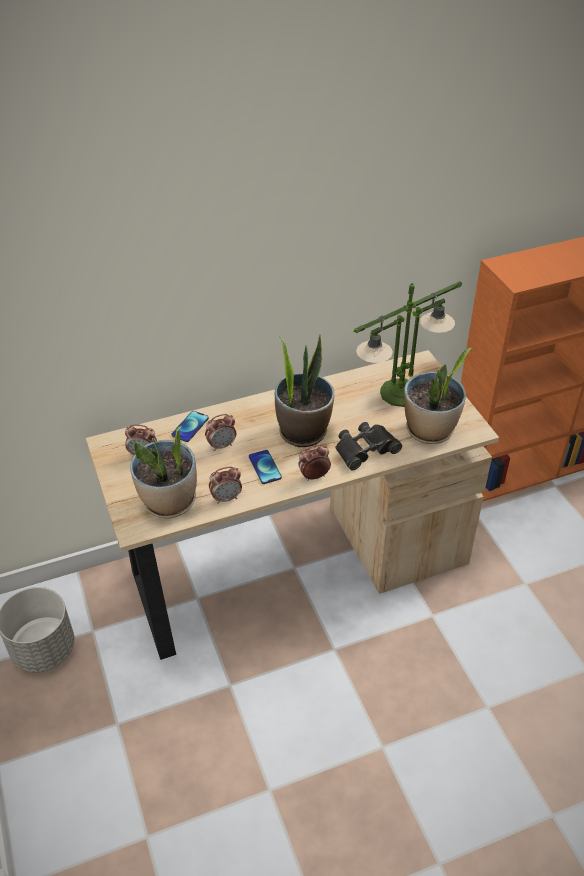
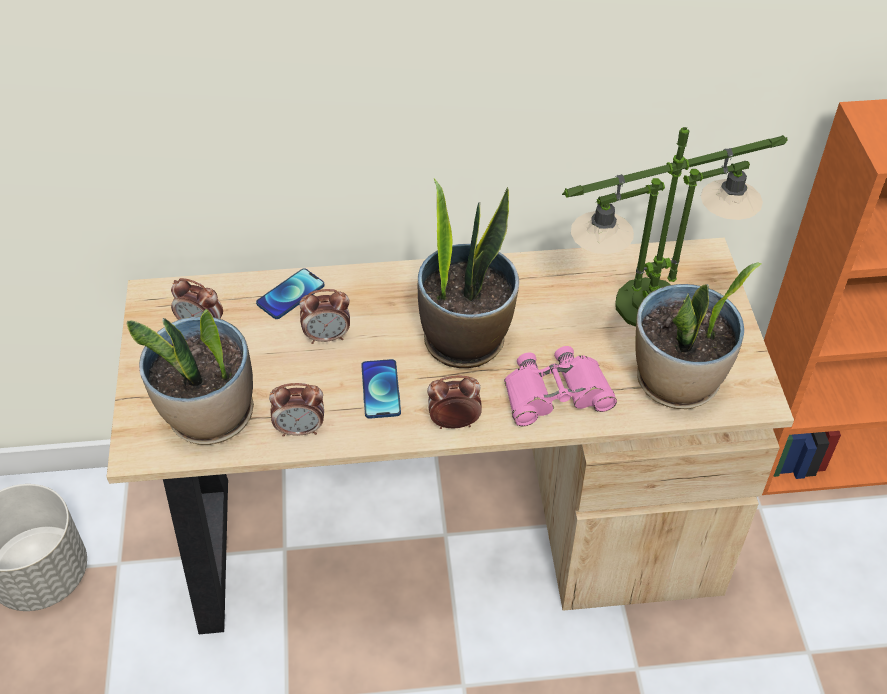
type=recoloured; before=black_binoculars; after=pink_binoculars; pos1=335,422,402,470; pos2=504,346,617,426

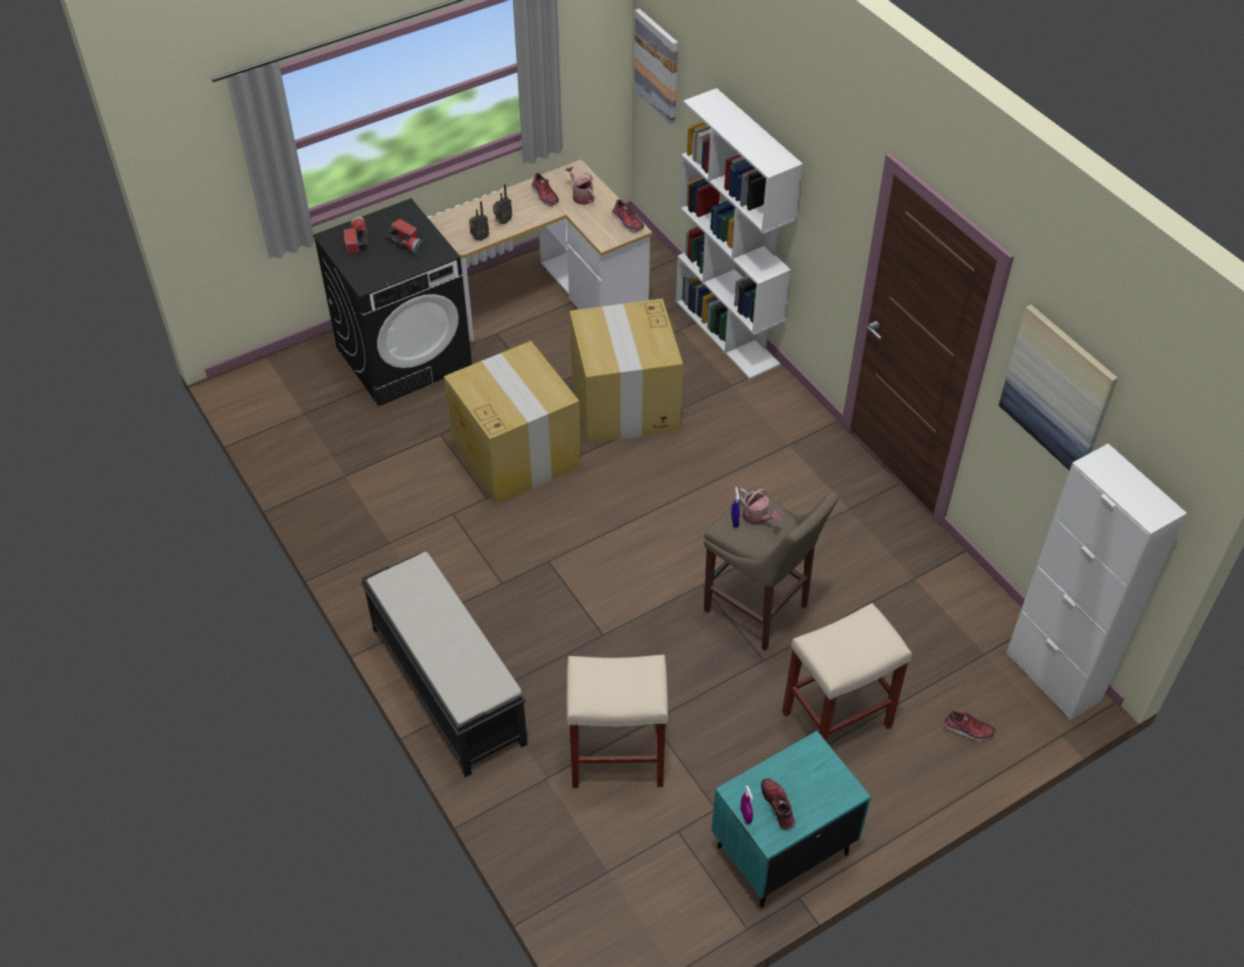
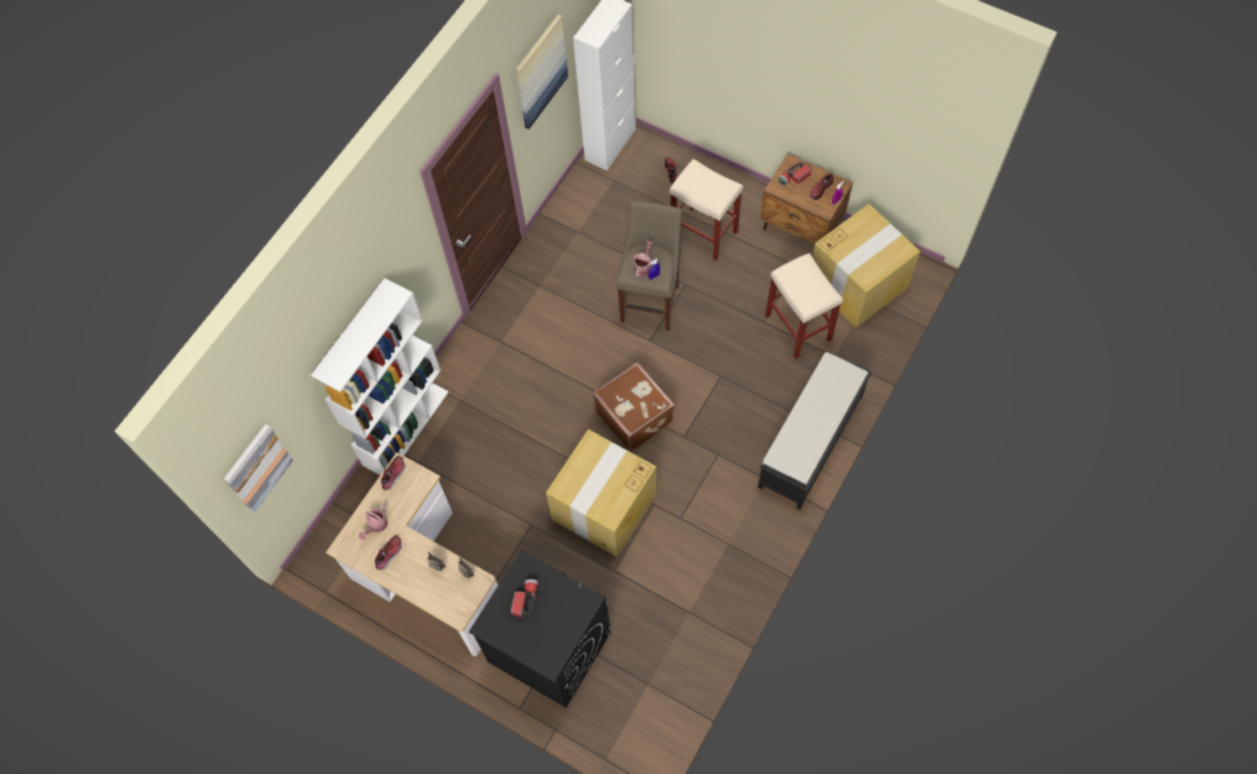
type=moved; before=flashlight; pos1=343,216,368,254; pos2=778,162,811,186
type=moved; before=cardboard_box; pos1=570,299,683,444; pos2=813,204,920,328
type=recoloured; before=turquoise_nightstand; after=brown_nightstand; pos1=711,731,871,908; pos2=760,154,853,244
type=added; after=brown_suitcase; pos2=593,362,675,452

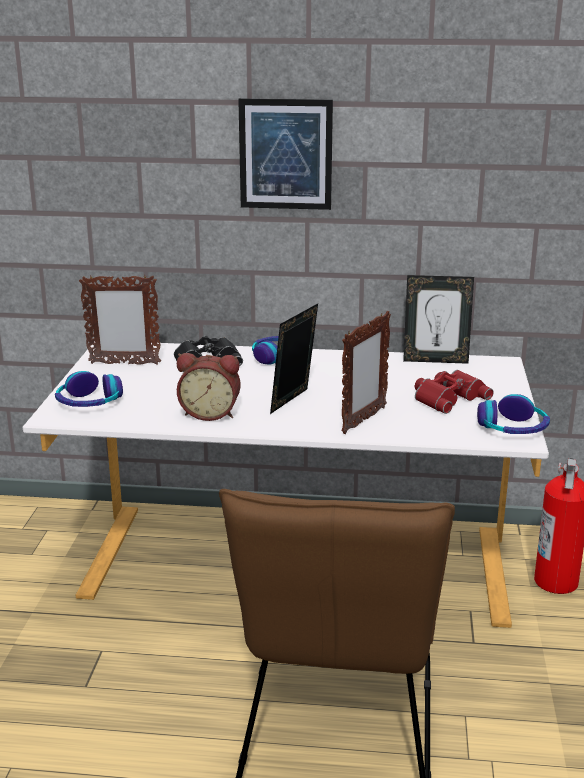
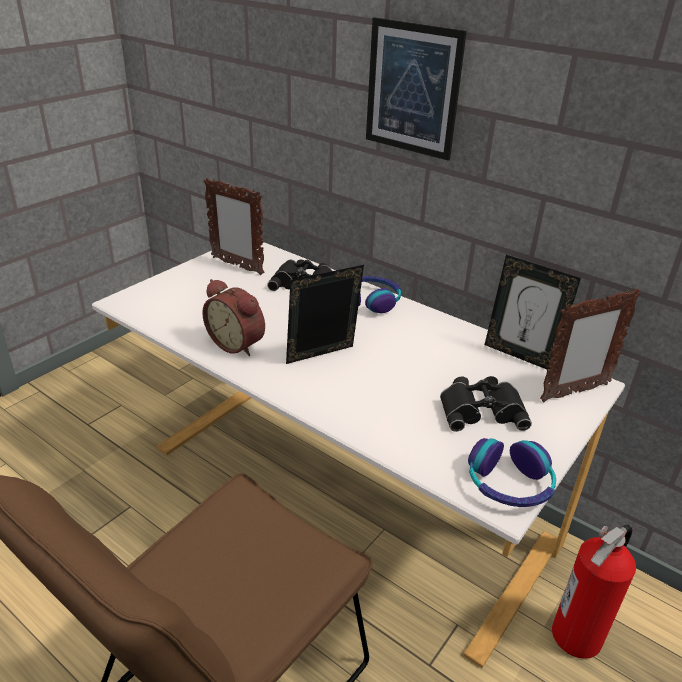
type=moved; before=picture_frame; pos1=342,311,391,434; pos2=540,288,641,402
type=recoloured; before=red_binoculars; after=black_binoculars; pos1=415,370,494,414; pos2=440,376,532,432
type=removed; before=headphones; pos1=55,371,123,407

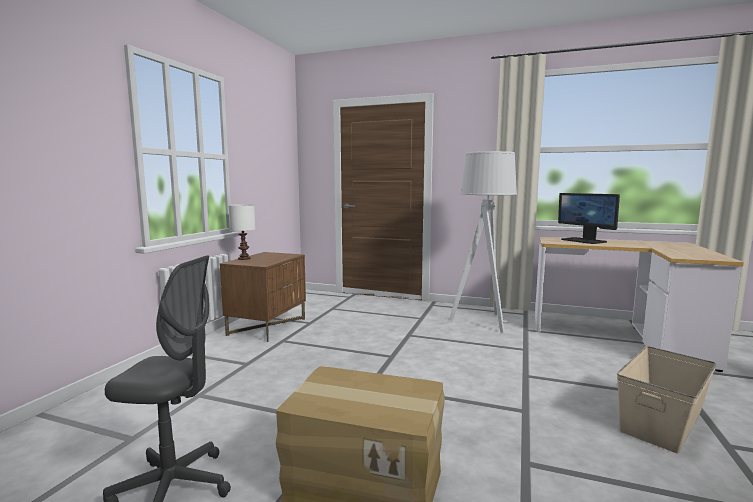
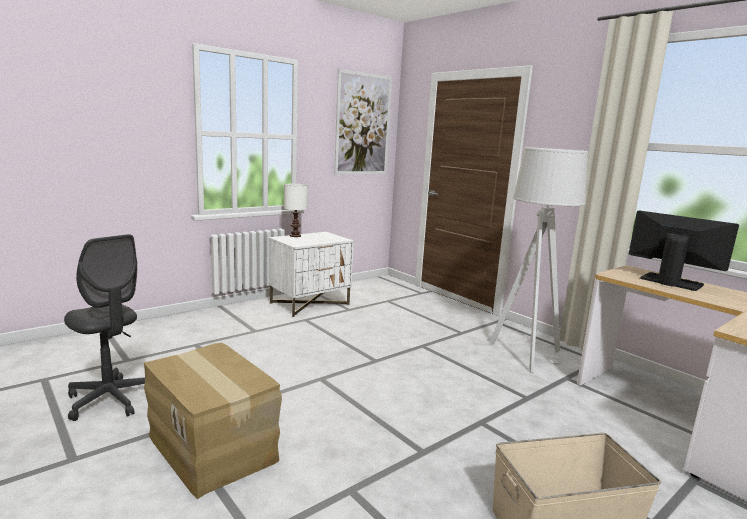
type=turned; before=monitor; pos1=558,193,620,244; pos2=629,211,739,291; turn=135
type=recoloured; before=brown_nightstand; after=white_nightstand; pos1=220,252,306,342; pos2=268,232,354,317
type=added; after=picture; pos2=334,69,392,174

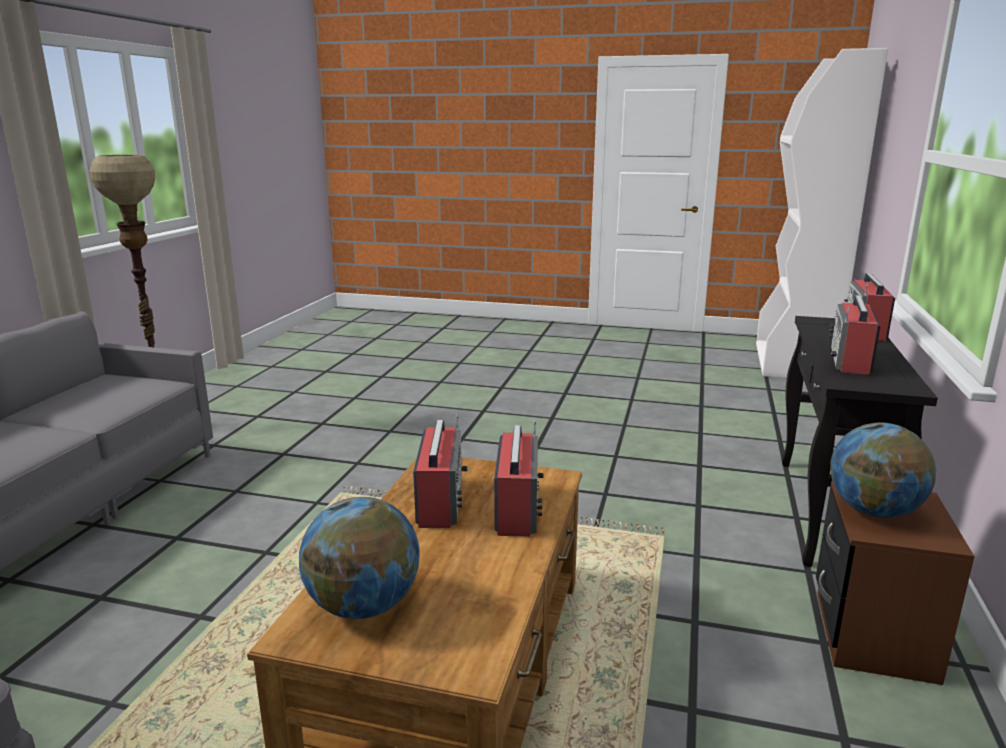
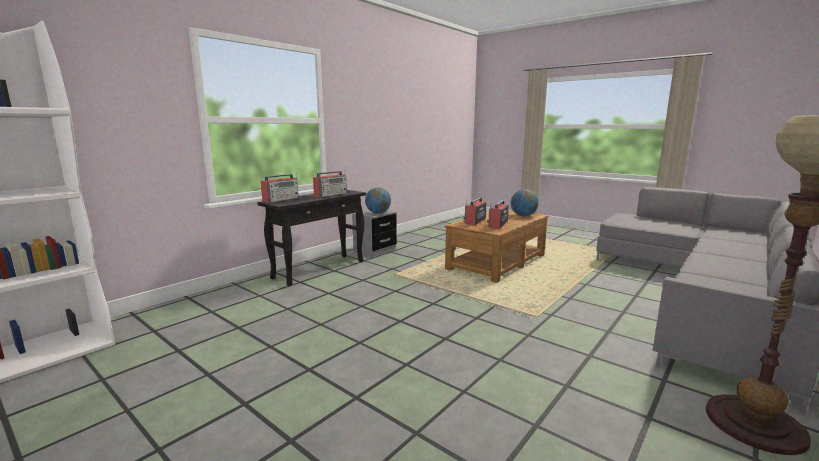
type=recoloured; before=brown_nightstand; after=grey_nightstand; pos1=816,481,975,685; pos2=352,210,397,257

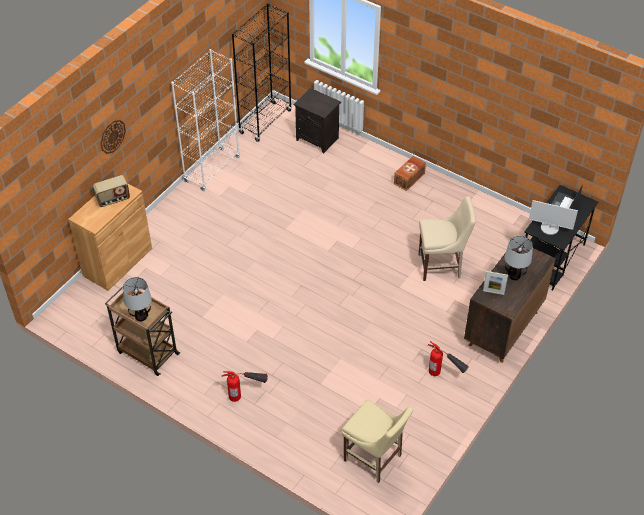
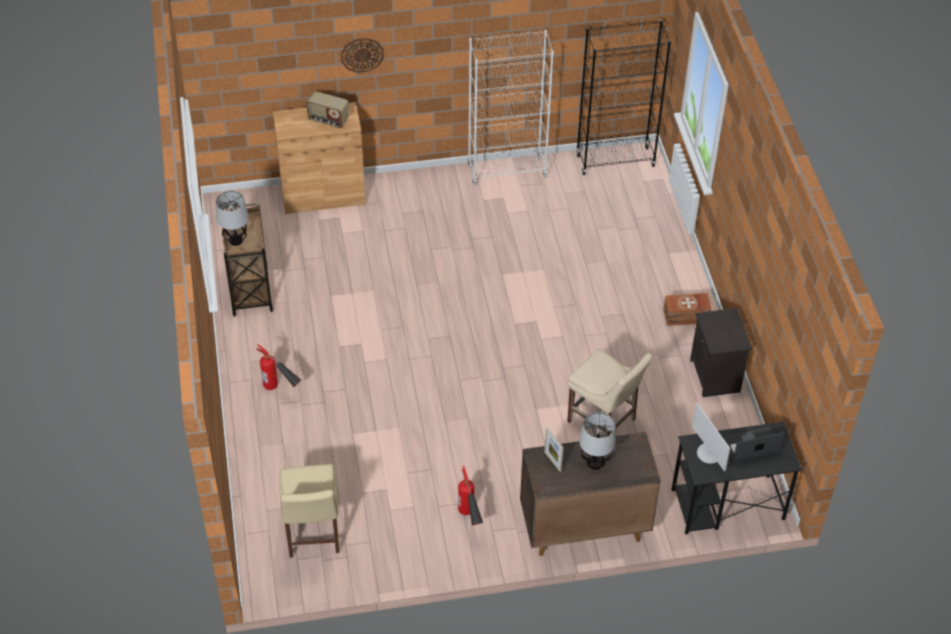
type=moved; before=black_nightstand; pos1=293,88,341,153; pos2=690,308,752,397

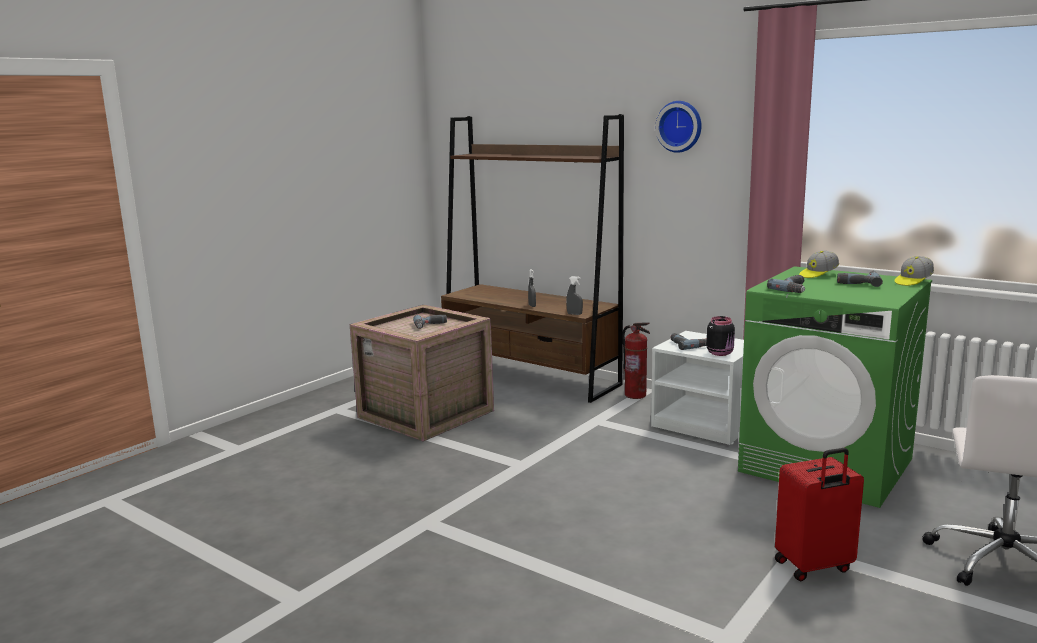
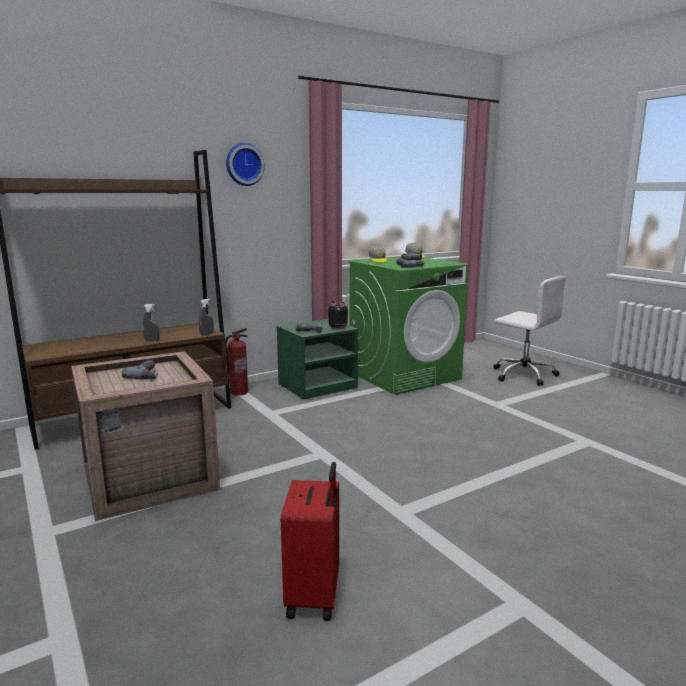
type=recoloured; before=white_nightstand; after=green_nightstand; pos1=651,331,744,445; pos2=277,319,358,399
type=moved; before=red_suitcase; pos1=775,448,864,581; pos2=281,462,339,621

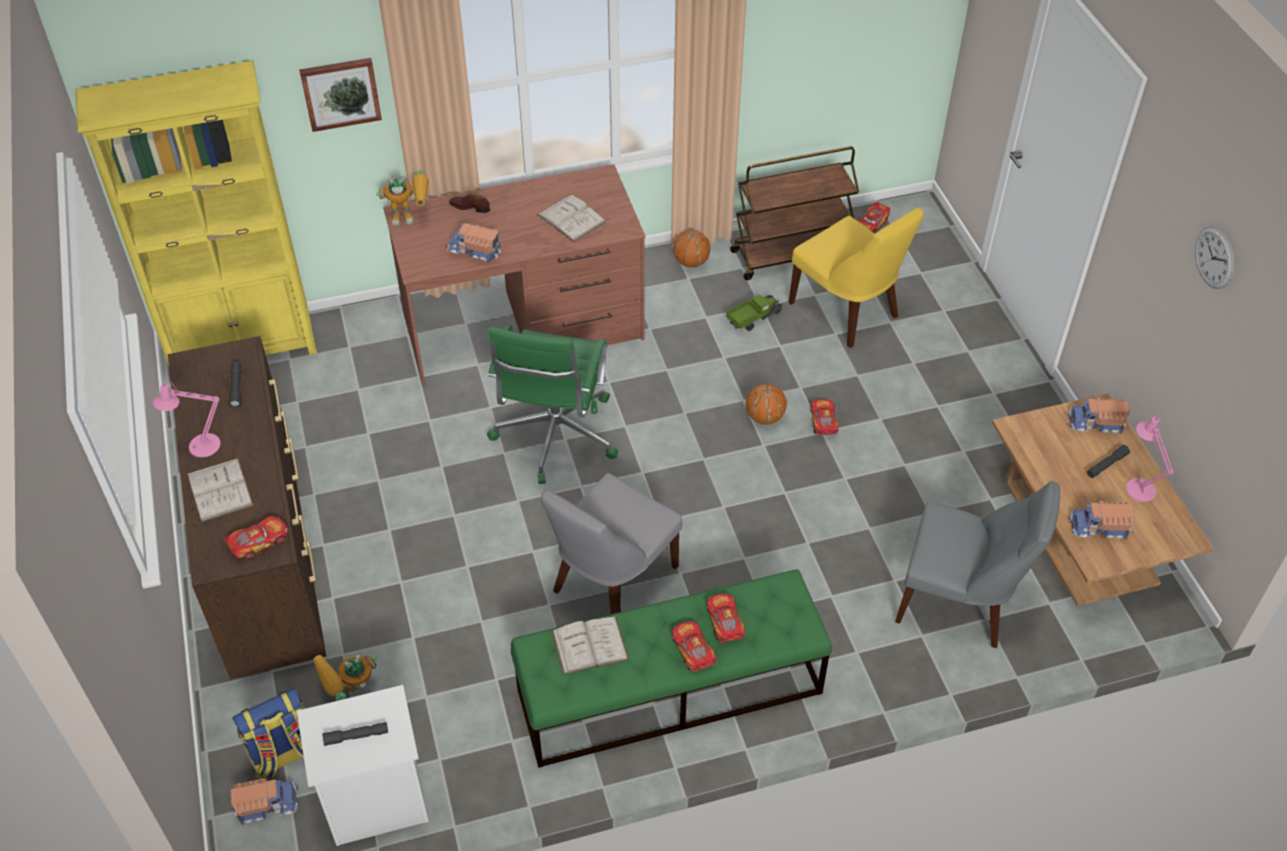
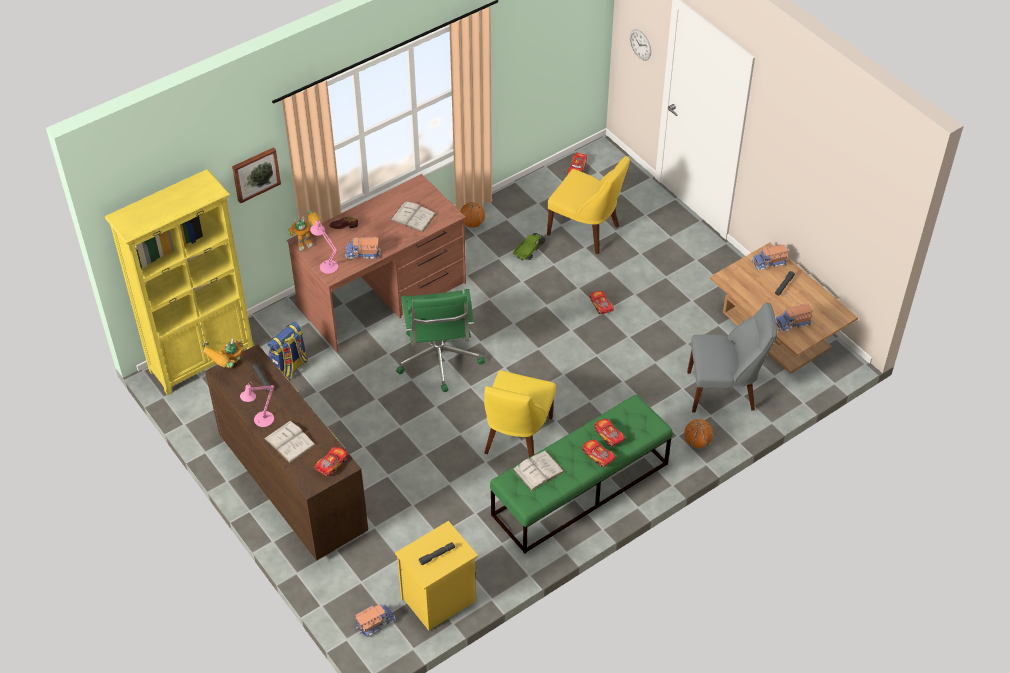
type=removed; before=brown_cart; pos1=730,146,859,280
type=moved; before=wall_clock; pos1=1195,226,1234,289; pos2=630,29,651,61
type=moved; before=basketball; pos1=746,384,787,425; pos2=684,419,713,448
type=moved; before=pink_table_lamp; pos1=1126,417,1173,502; pos2=310,220,338,274
type=recoloured; before=grey_chair; after=yellow_chair; pos1=541,473,682,614; pos2=484,371,556,457
type=moved; before=toy_robot; pos1=313,654,377,700; pos2=204,338,243,368
type=recoloured; before=white_nightstand; after=yellow_nightstand; pos1=297,685,429,846; pos2=395,521,478,631
type=moved; before=backpack; pos1=232,688,305,779; pos2=267,322,308,378

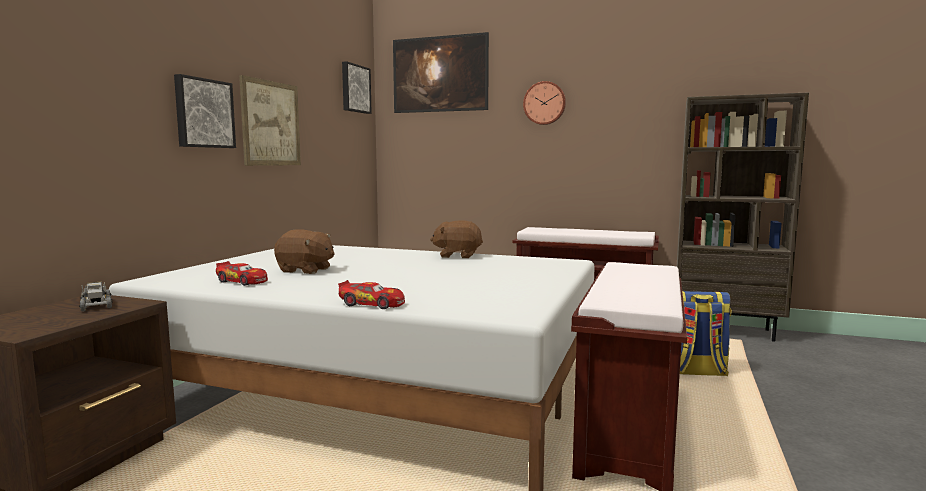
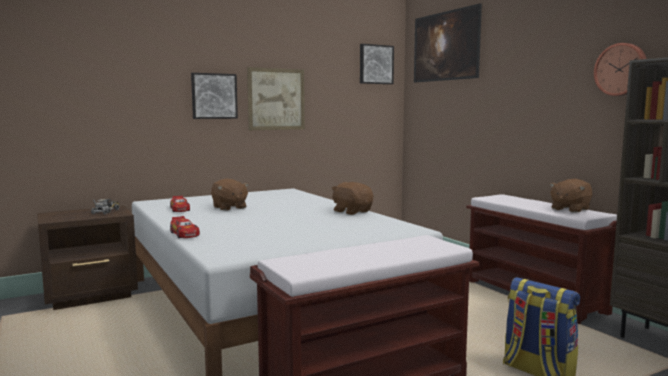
type=moved; before=wall_clock; pos1=523,81,566,125; pos2=594,43,647,96
type=added; after=brown_plush_toy; pos2=549,179,592,213

